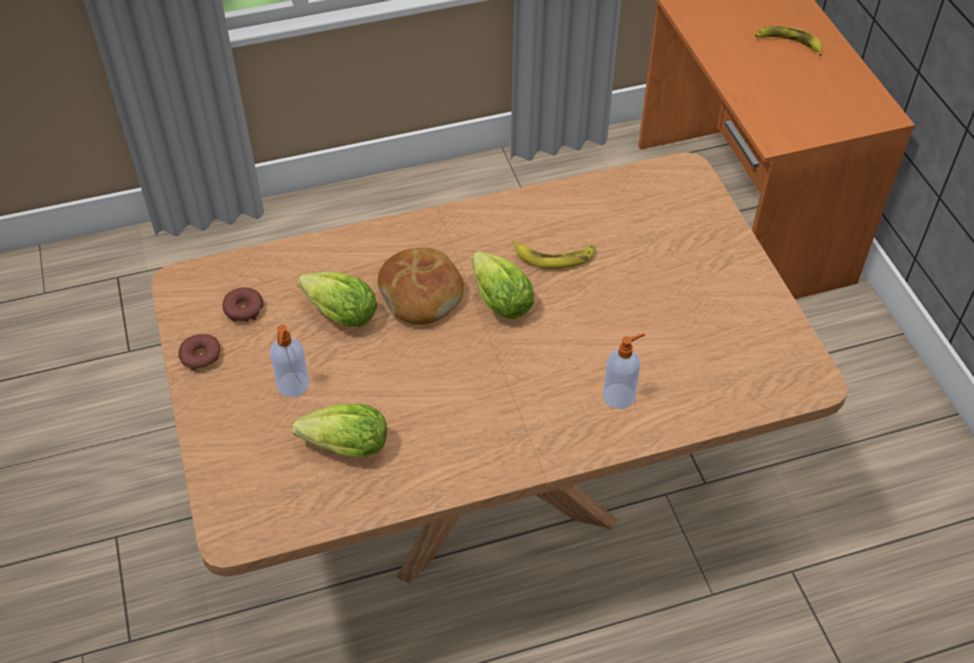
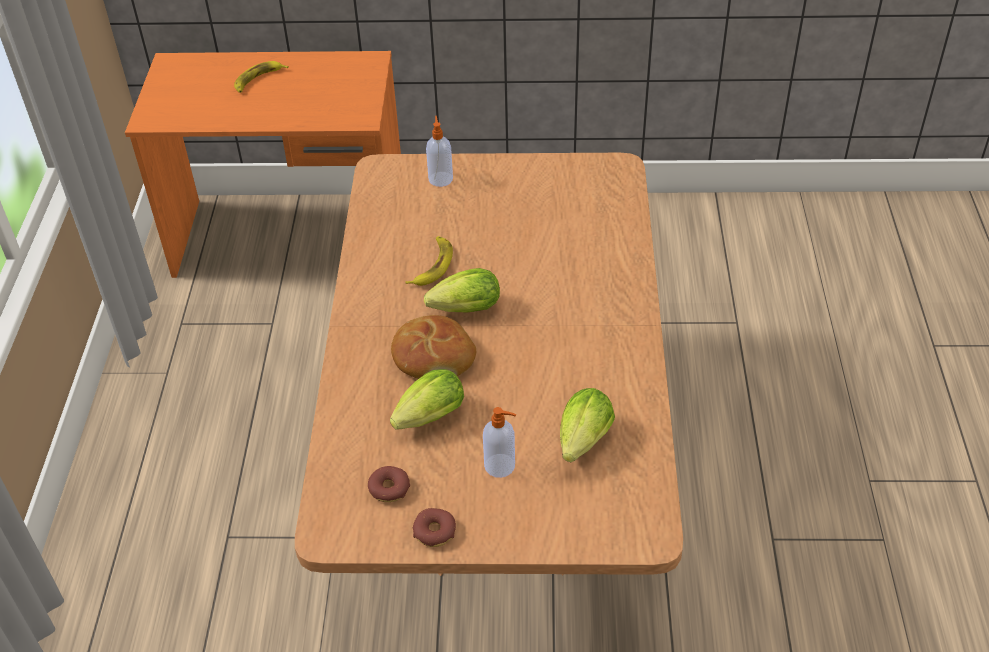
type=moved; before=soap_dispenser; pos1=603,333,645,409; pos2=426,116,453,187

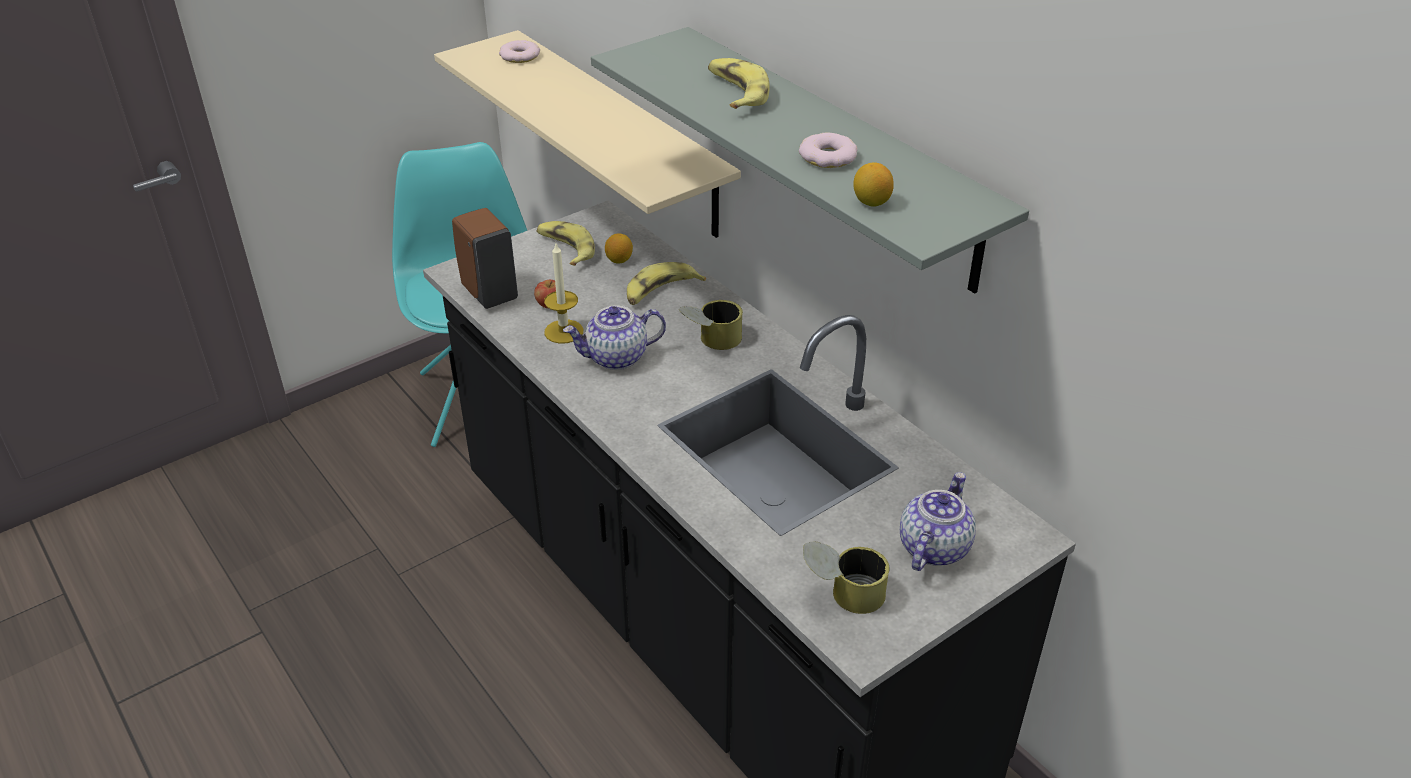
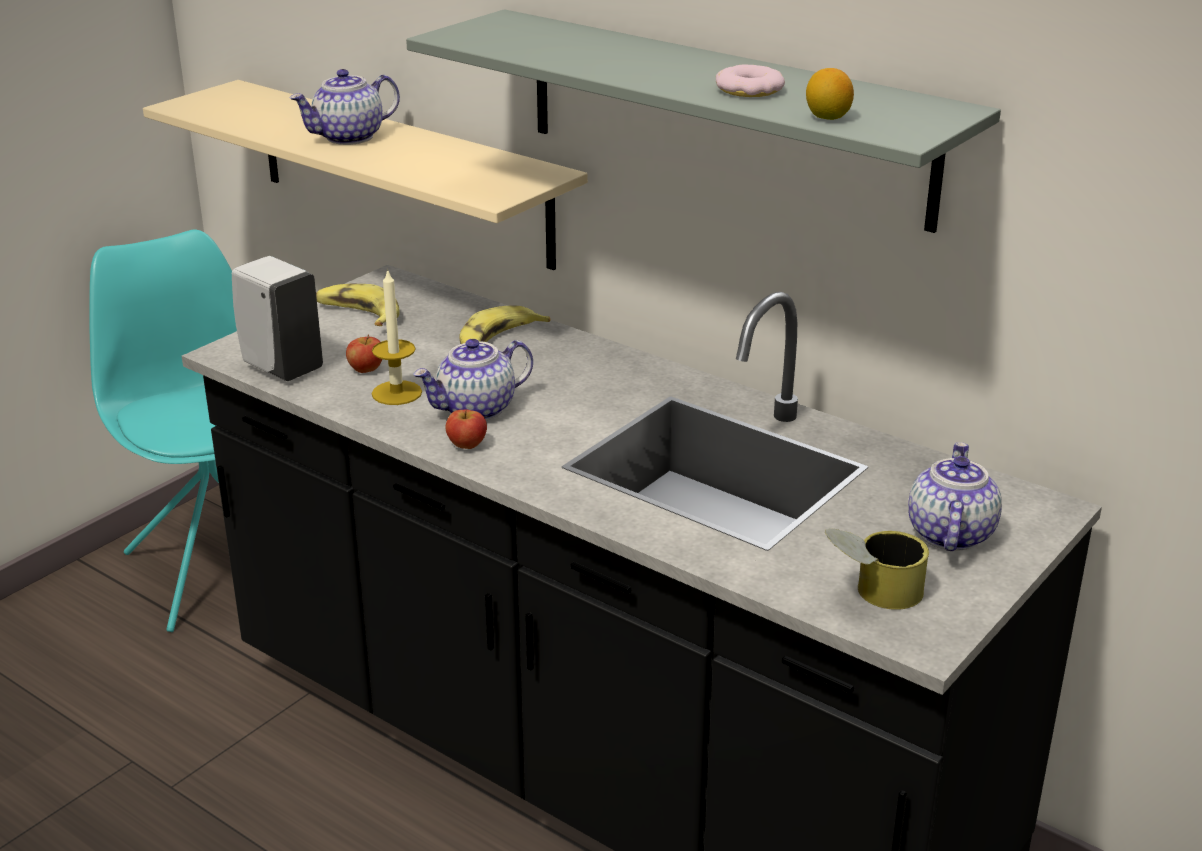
type=removed; before=donut; pos1=499,40,540,63
type=removed; before=banana; pos1=708,58,770,109
type=recoloured; before=brown_soap_dispenser; after=white_soap_dispenser; pos1=452,208,518,309; pos2=232,256,323,381
type=removed; before=lemon; pos1=605,233,633,264
type=removed; before=can; pos1=679,300,743,350
type=added; after=teapot; pos2=289,69,400,145
type=added; after=apple; pos2=446,410,487,449

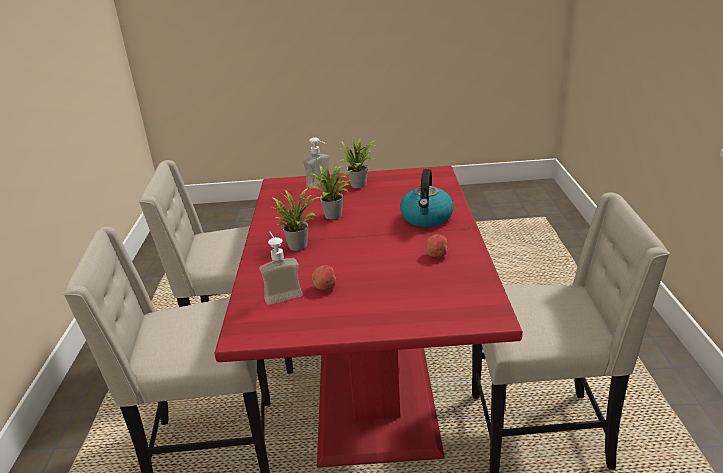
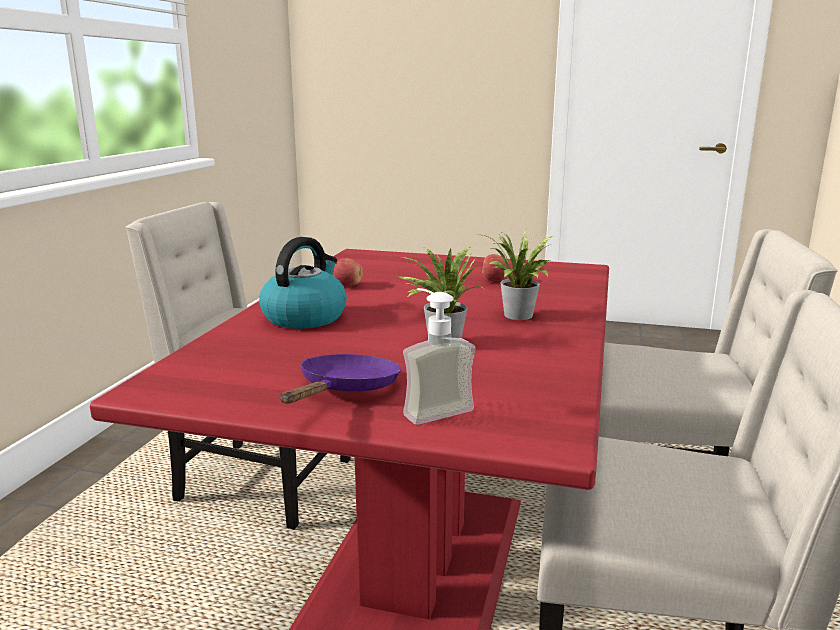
type=replaced; before=potted_plant; after=purple_frying_pan; pos1=338,137,377,188; pos2=280,354,401,403
type=removed; before=soap_dispenser; pos1=259,232,303,305

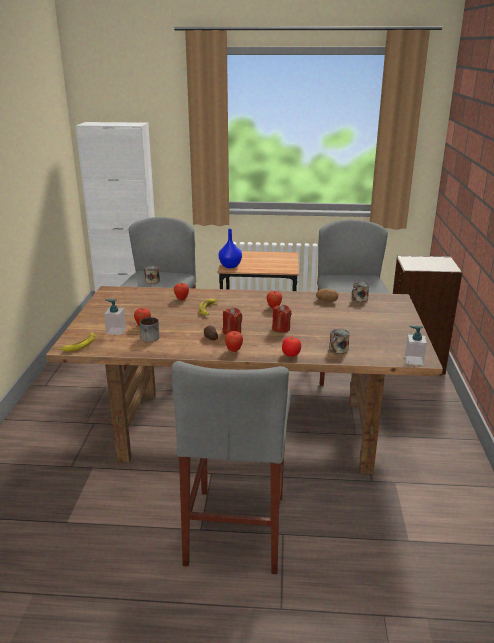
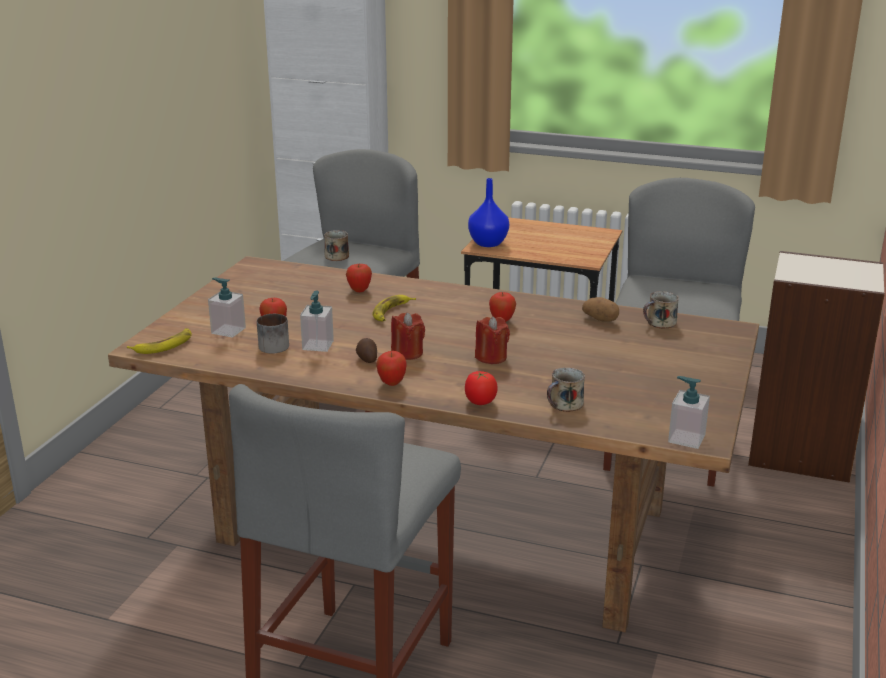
type=added; after=soap_dispenser; pos2=300,291,334,352

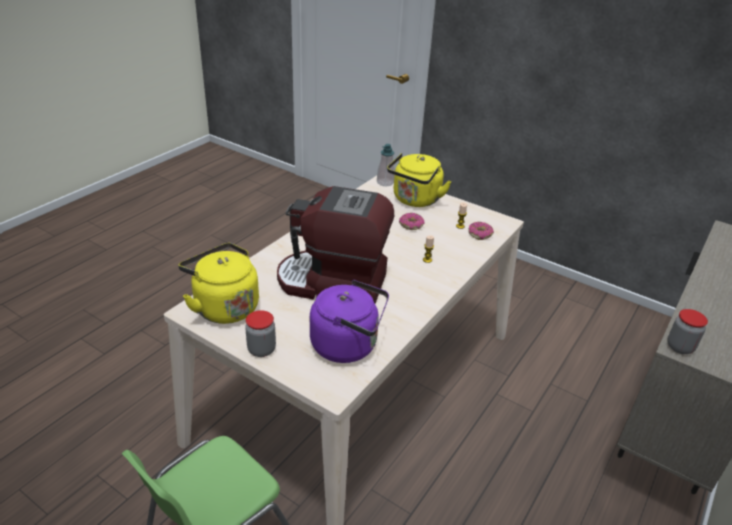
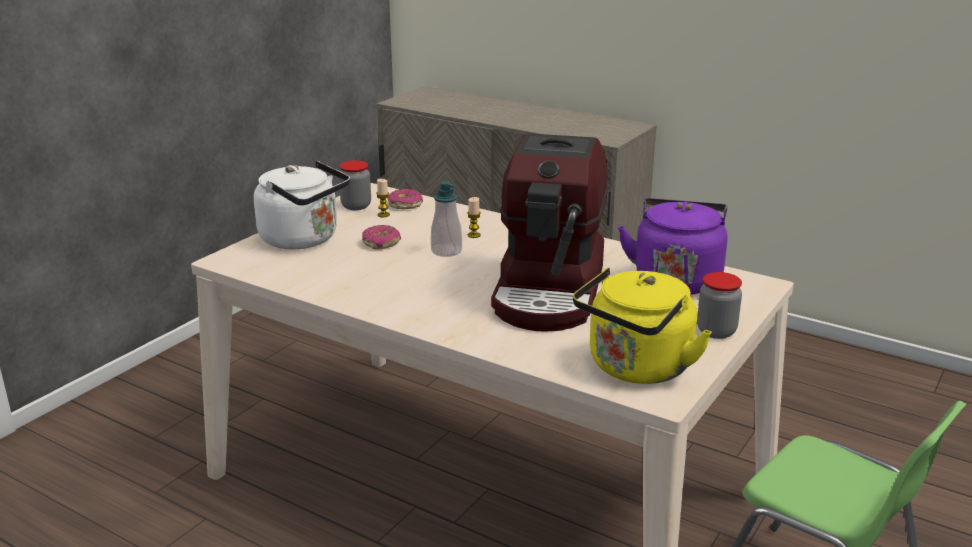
type=moved; before=soap_dispenser; pos1=377,144,395,186; pos2=431,181,462,257
type=recoloured; before=yellow_kettle; after=white_kettle; pos1=387,153,451,207; pos2=254,161,350,250
type=moved; before=jar; pos1=667,309,708,354; pos2=339,160,371,210

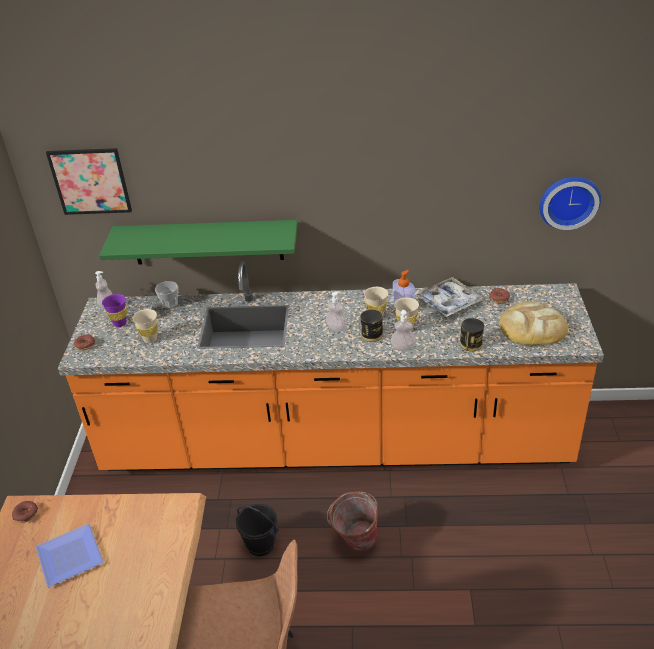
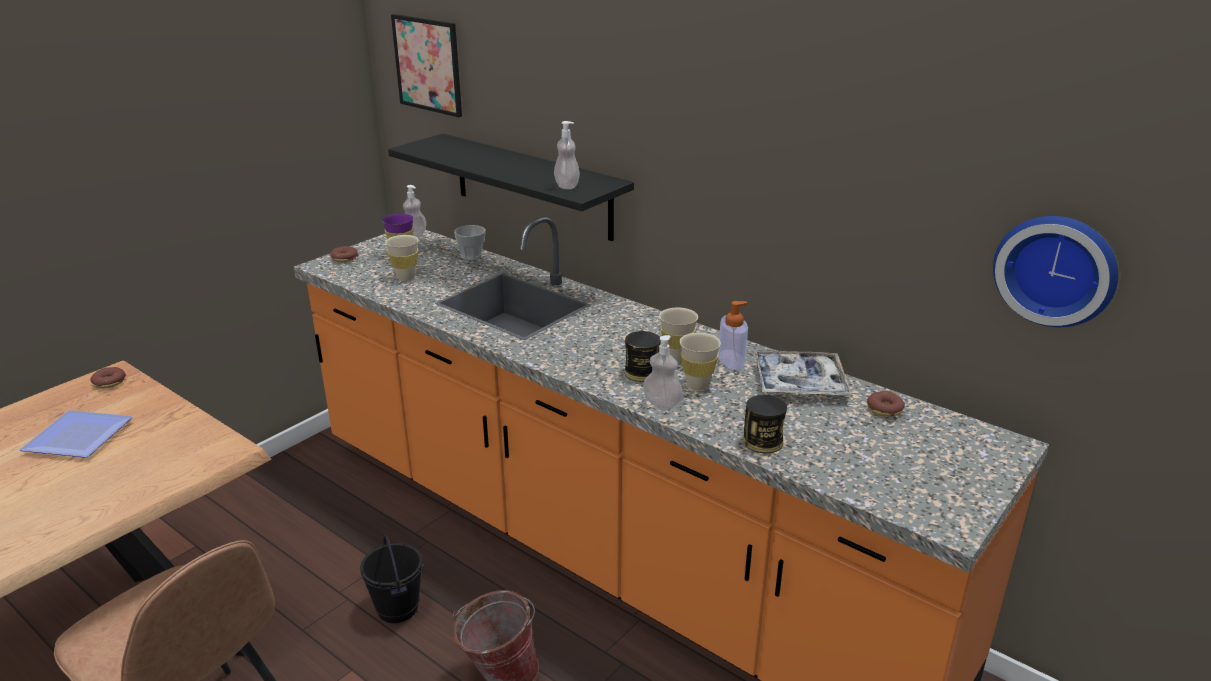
type=recoloured; before=green_shelf; after=black_shelf; pos1=99,220,298,265; pos2=388,134,634,241
type=moved; before=soap_dispenser; pos1=326,292,347,332; pos2=554,121,580,189
type=removed; before=bread; pos1=499,302,568,345

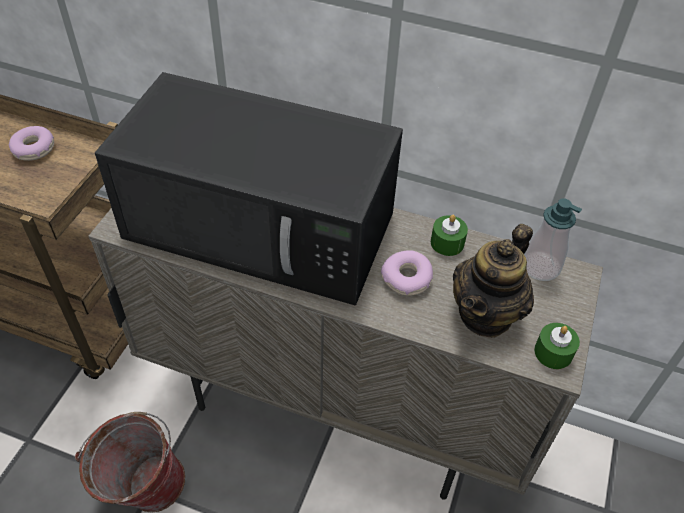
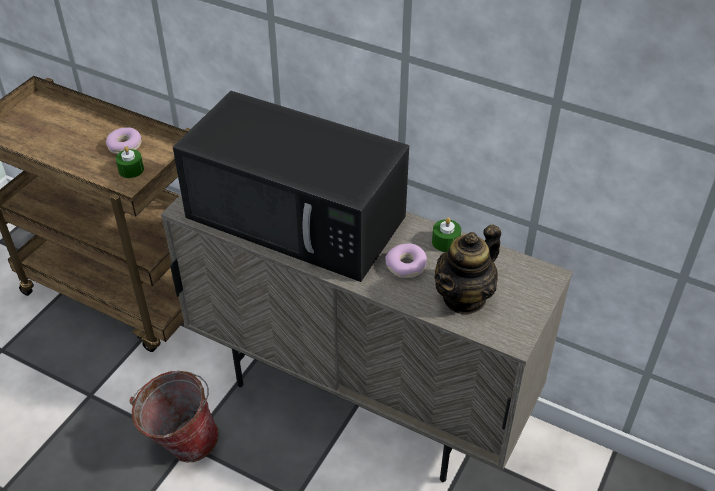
type=removed; before=soap_dispenser; pos1=524,198,582,281
type=moved; before=green_candle; pos1=534,323,580,369; pos2=116,146,144,178

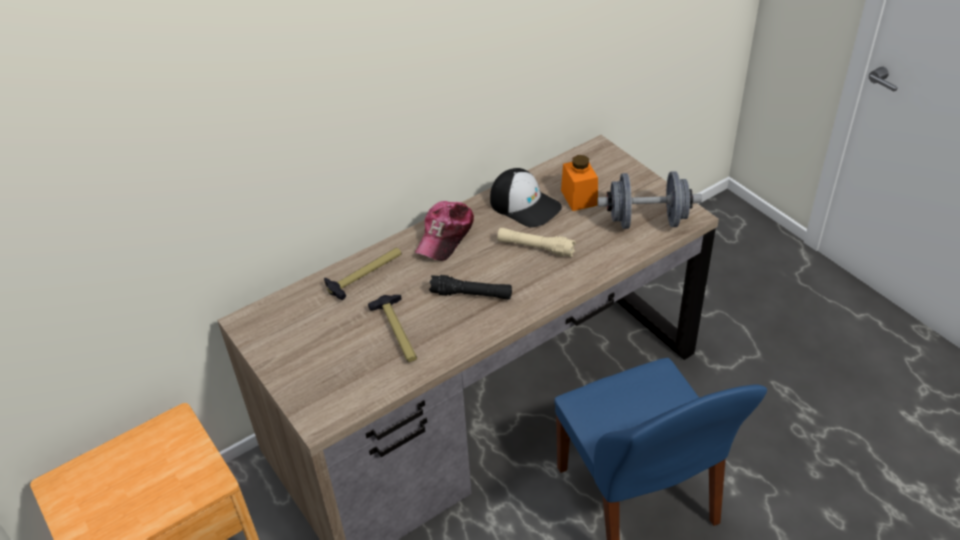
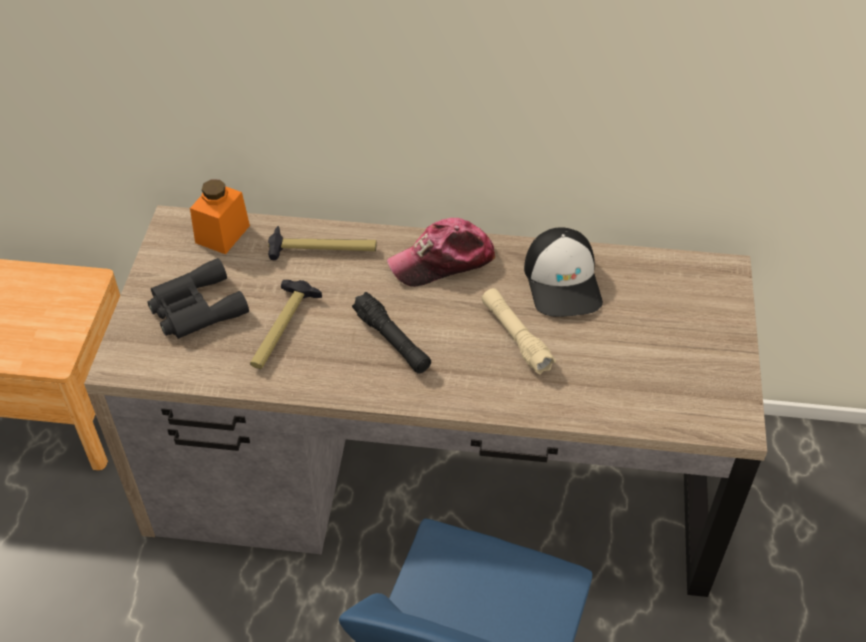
type=moved; before=orange_jar; pos1=561,155,598,211; pos2=190,179,250,254
type=removed; before=grey_dumbbell; pos1=597,171,702,229
type=added; after=black_binoculars; pos2=147,258,249,339

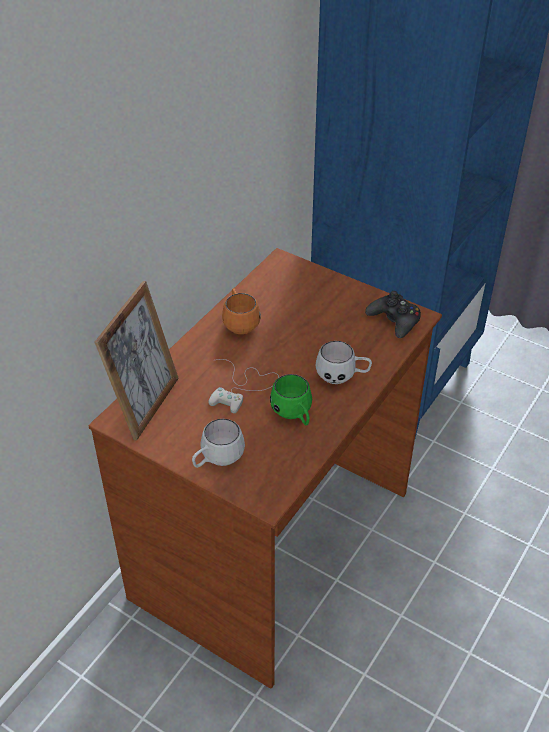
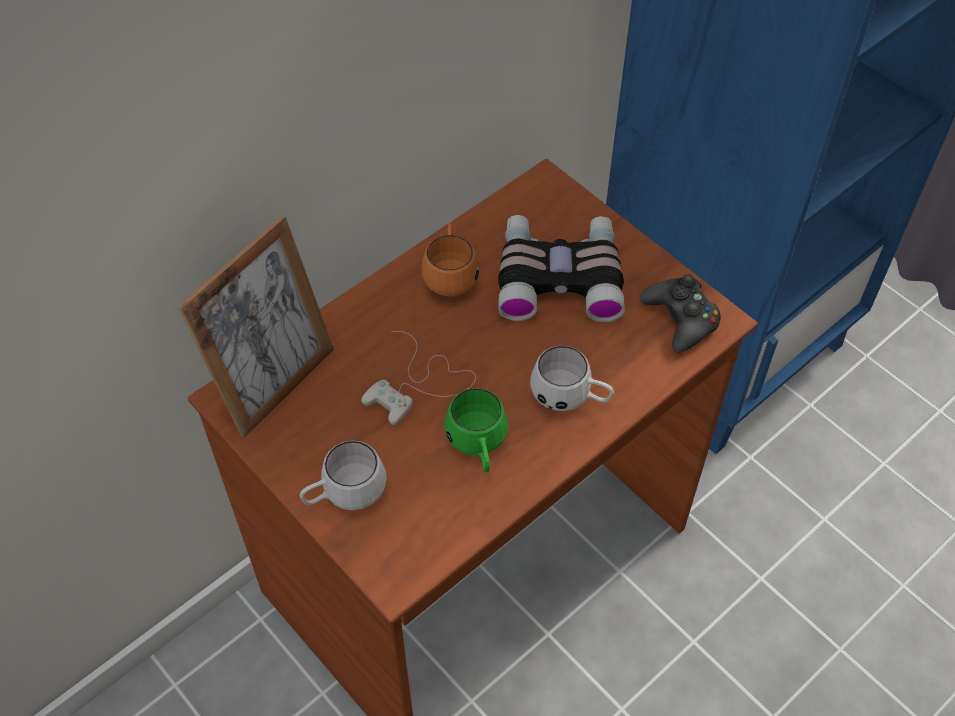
type=added; after=binoculars; pos2=498,215,625,322

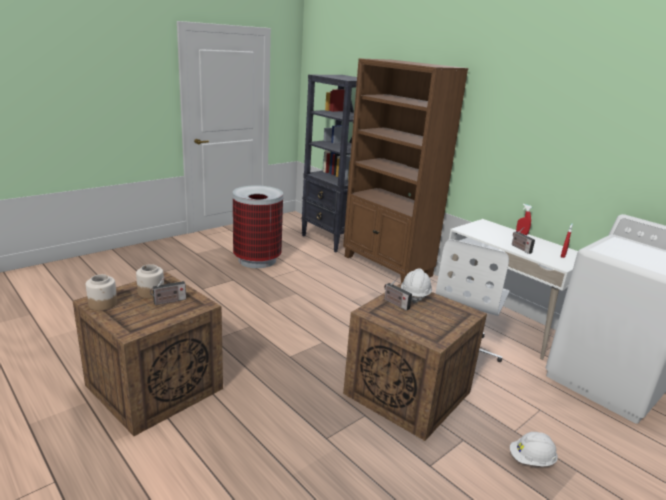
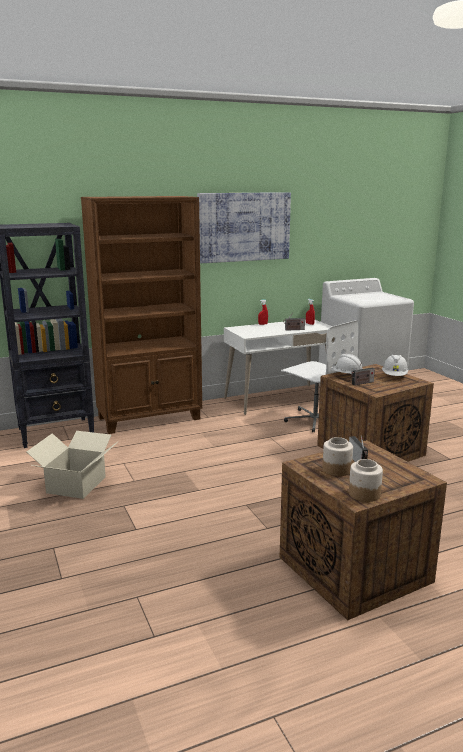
type=replaced; before=trash_can; after=cardboard_box; pos1=233,185,283,268; pos2=26,431,118,499
type=moved; before=white_hard_hat; pos1=510,432,558,466; pos2=382,355,409,376
type=added; after=picture; pos2=197,192,291,263

